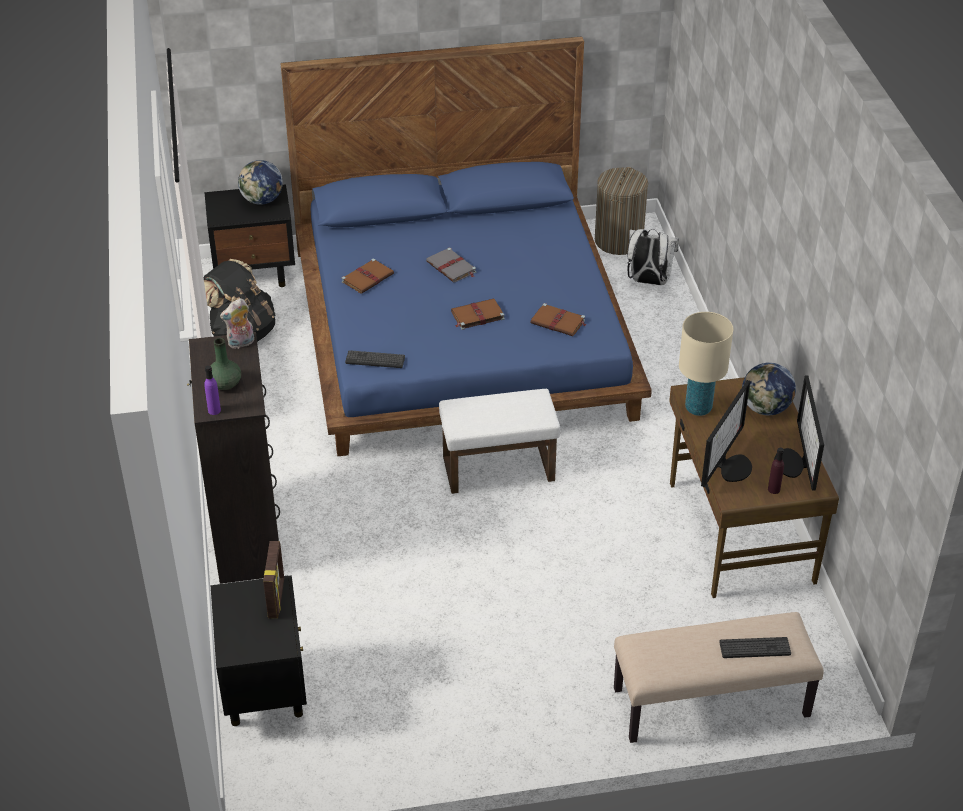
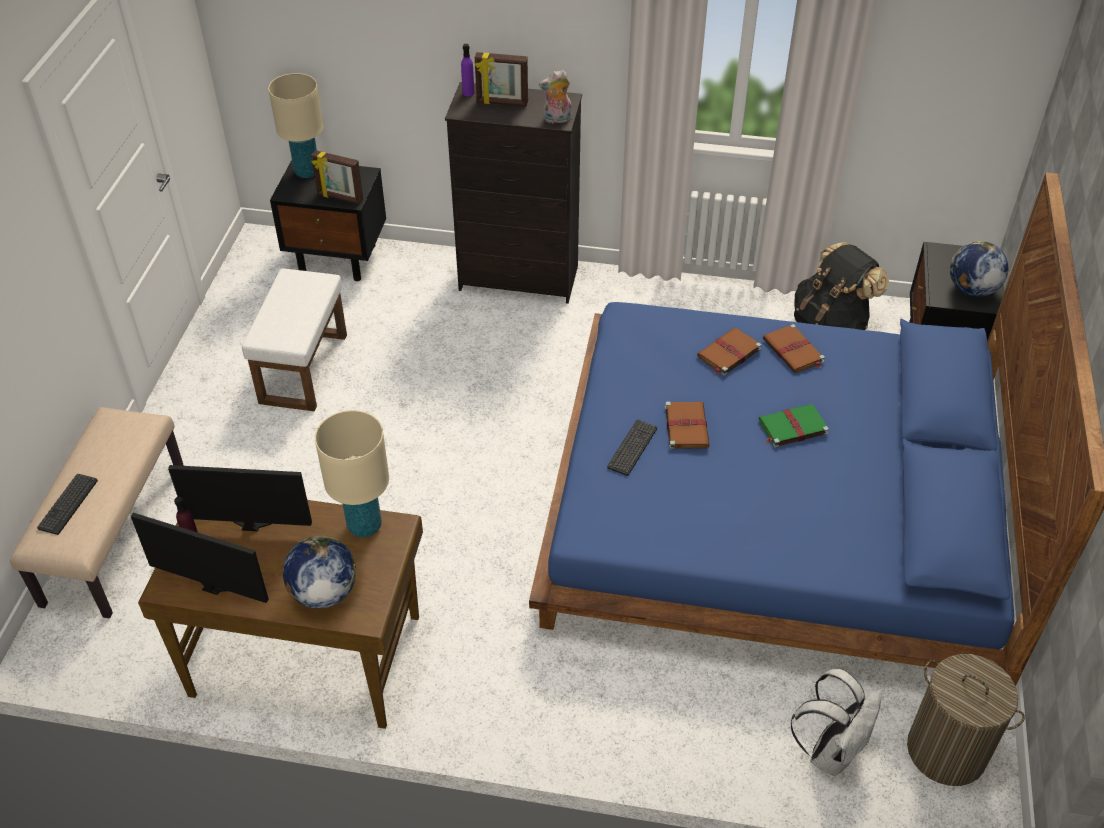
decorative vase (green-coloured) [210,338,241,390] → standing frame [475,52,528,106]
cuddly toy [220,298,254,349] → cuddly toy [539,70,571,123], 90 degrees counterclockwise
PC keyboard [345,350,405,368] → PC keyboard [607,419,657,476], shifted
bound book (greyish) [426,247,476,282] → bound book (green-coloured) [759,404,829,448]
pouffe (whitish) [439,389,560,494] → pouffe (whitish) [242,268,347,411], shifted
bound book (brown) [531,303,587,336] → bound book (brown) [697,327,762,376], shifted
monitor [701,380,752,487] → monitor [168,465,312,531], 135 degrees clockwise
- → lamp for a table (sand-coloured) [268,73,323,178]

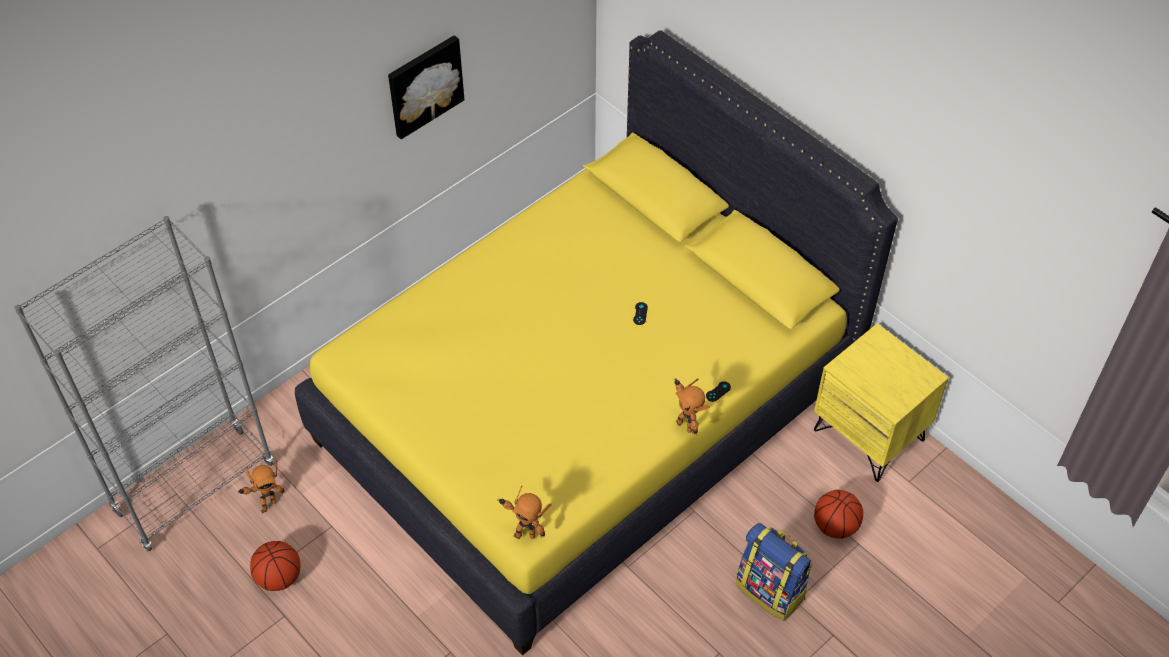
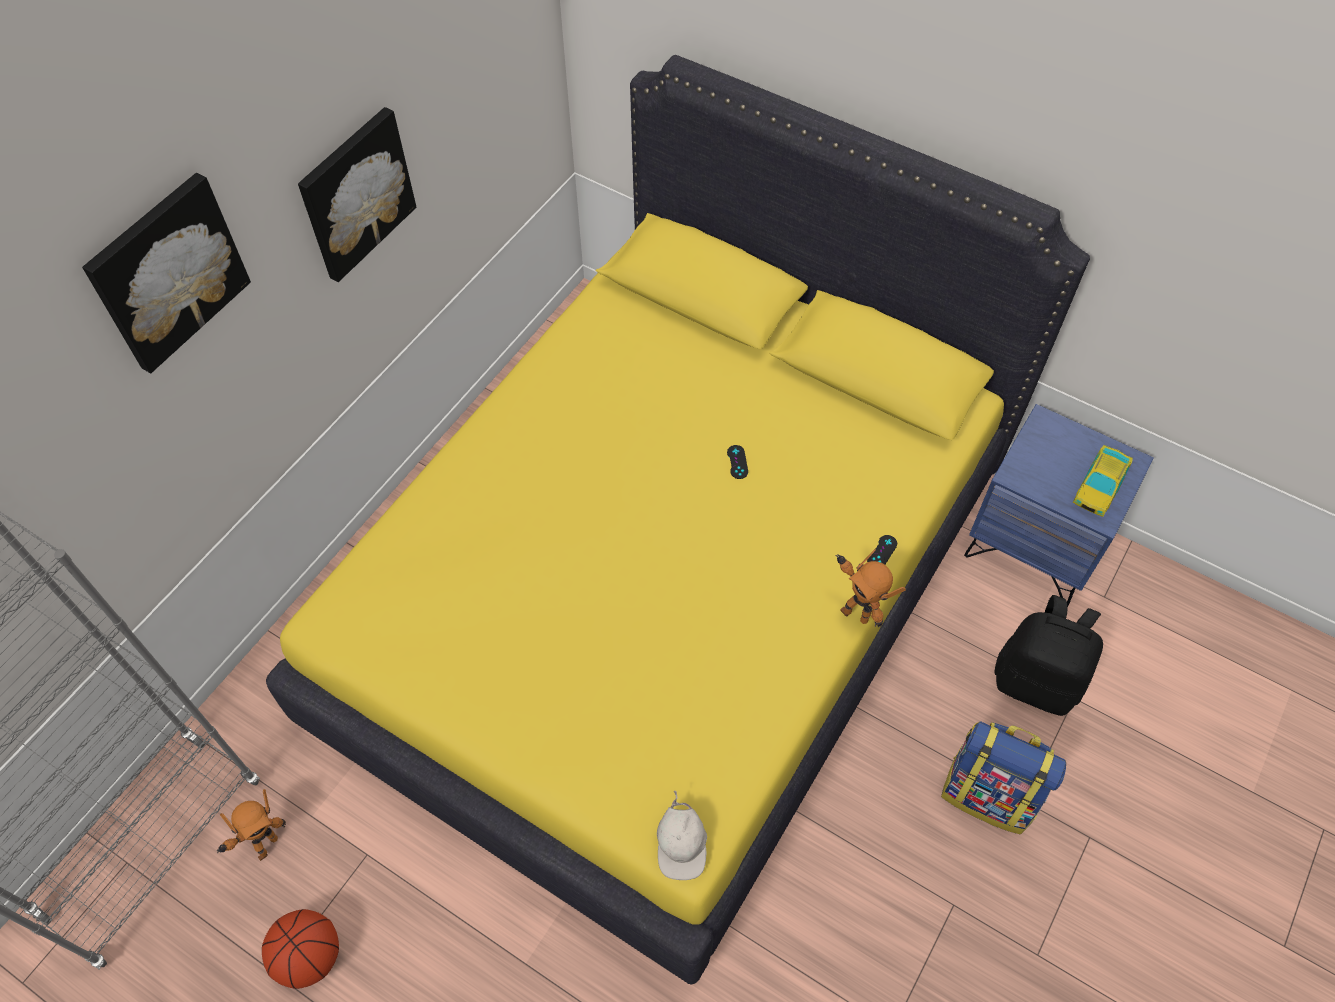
model robot [498,486,552,539] → cap (whitish) [657,791,707,880]
night table (yellow) [814,323,949,482] → night table (blue) [964,404,1154,607]
basketball ball [814,490,863,539] → backpack (black) [995,595,1103,716]
- → wall picture [82,173,251,374]
- → miniature car [1073,445,1133,517]

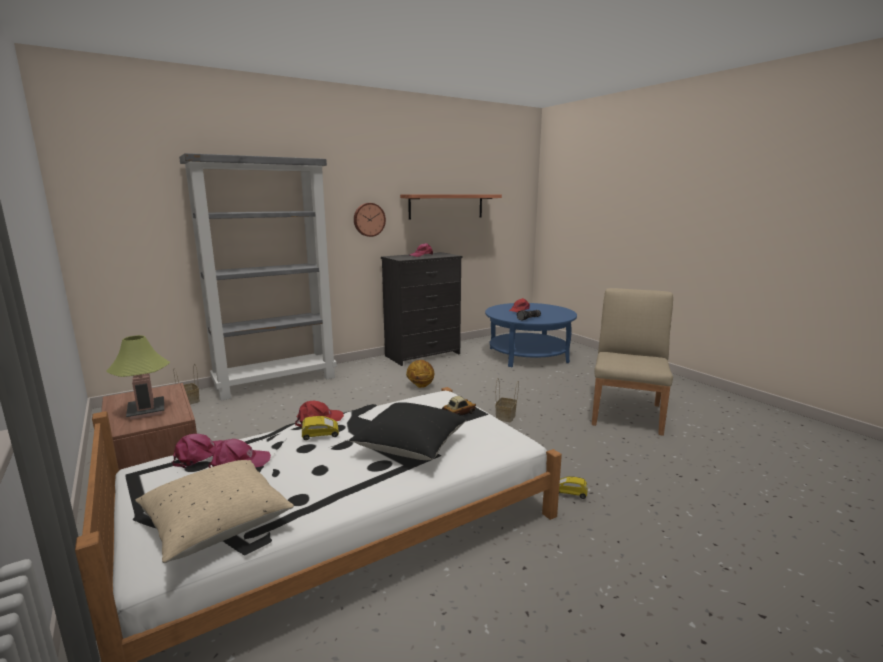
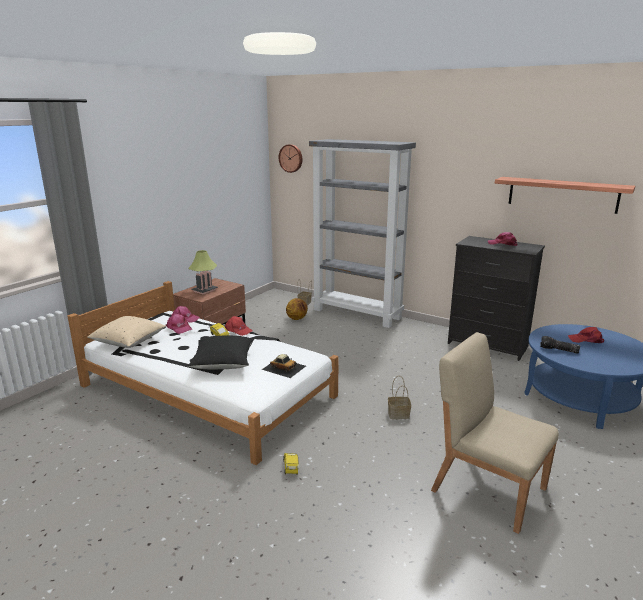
wall clock [354,203,386,237] → wall clock [279,144,302,173], shifted
basketball ball [406,360,434,388] → basketball ball [286,298,308,320], shifted
upright chair (sand-coloured) [592,288,673,436] → upright chair (sand-coloured) [431,332,559,534], 135 degrees counterclockwise

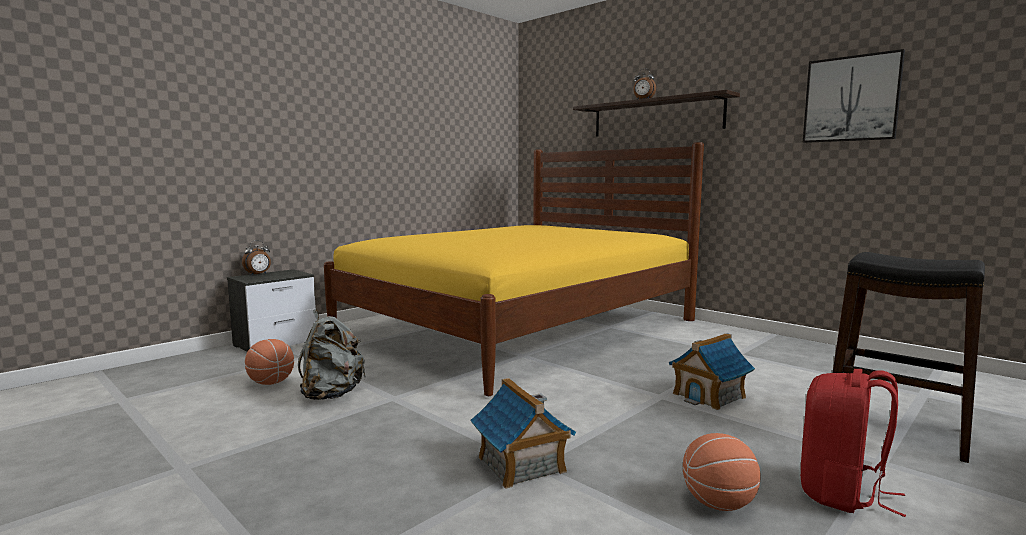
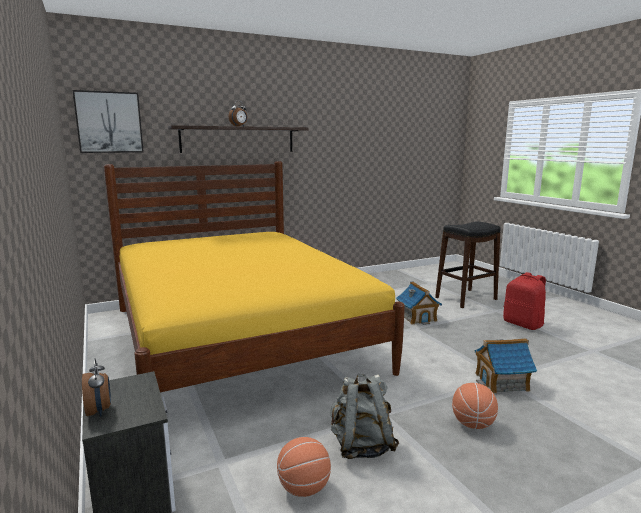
basketball ball [683,433,761,511] → basketball ball [452,383,498,429], shifted
wall picture [803,49,905,143] → wall picture [73,90,144,153], shifted

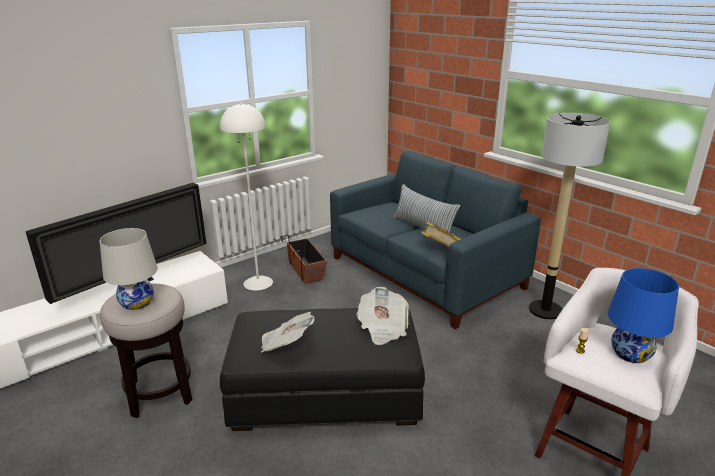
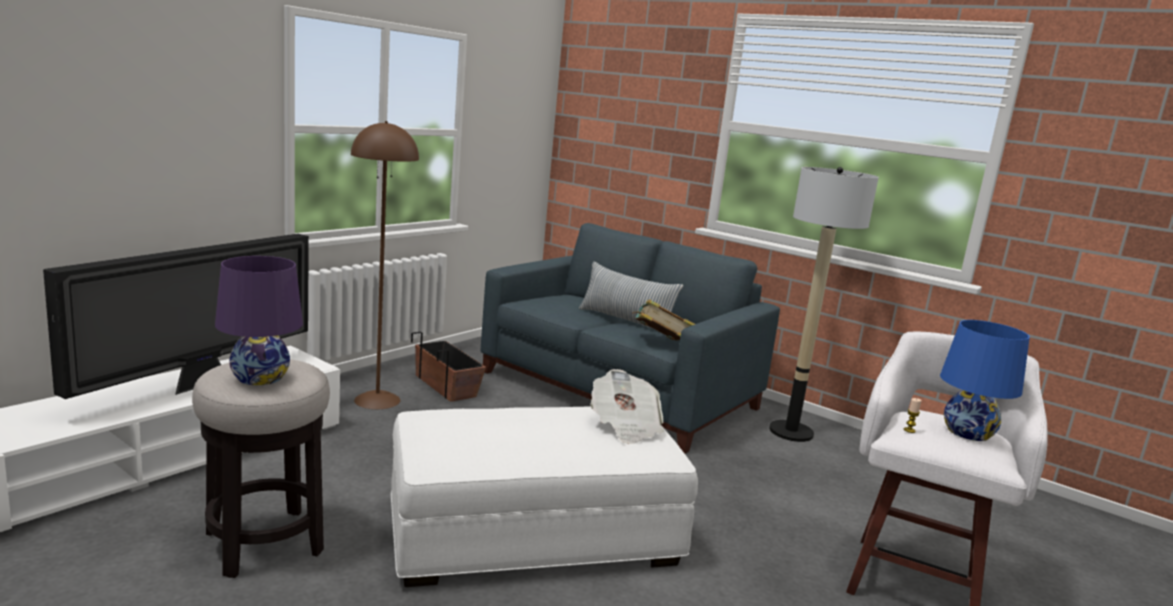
lamp for a table (whitish) [99,228,158,310] → lamp for a table (purple) [215,256,303,385]
standing lamp (whitish) [220,103,273,291] → standing lamp (brown) [351,121,419,409]
pouffe (black) [220,308,425,431] → pouffe (whitish) [391,406,698,587]
printed paper [261,312,315,353] → -

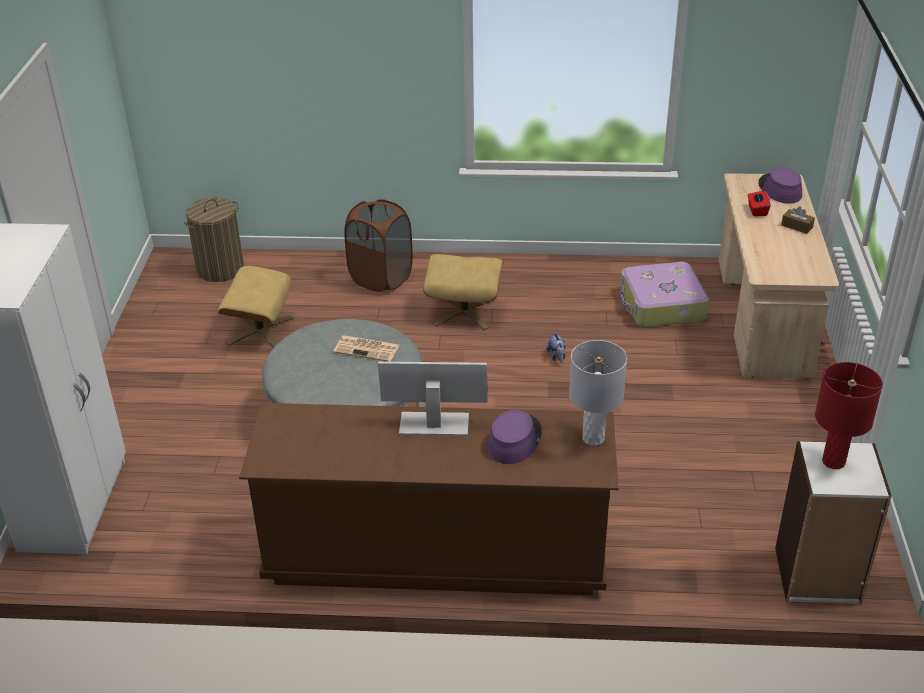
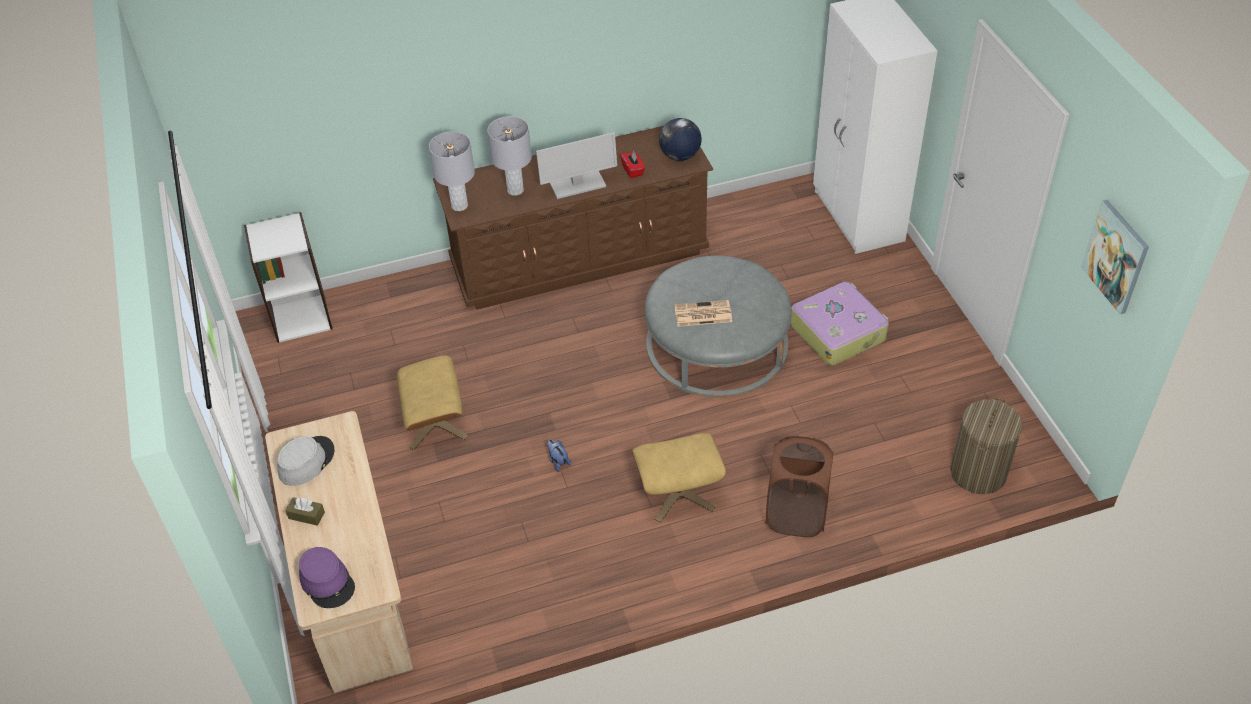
pouffe (sand-coloured) [218,266,294,347] → pouffe (sand-coloured) [397,355,468,450], shifted
hat (purple) [487,410,542,464] → lamp for a table (greyish) [488,116,532,195]
travel case [620,262,709,327] → travel case [790,282,889,365], shifted
tissue box (reddish) [748,191,771,216] → tissue box (reddish) [620,150,645,178], shifted
lamp for a table (reddish) [815,362,883,469] → -
- → hat (greyish) [278,436,334,486]
- → globe [659,118,702,161]
- → wall picture [1081,200,1149,314]

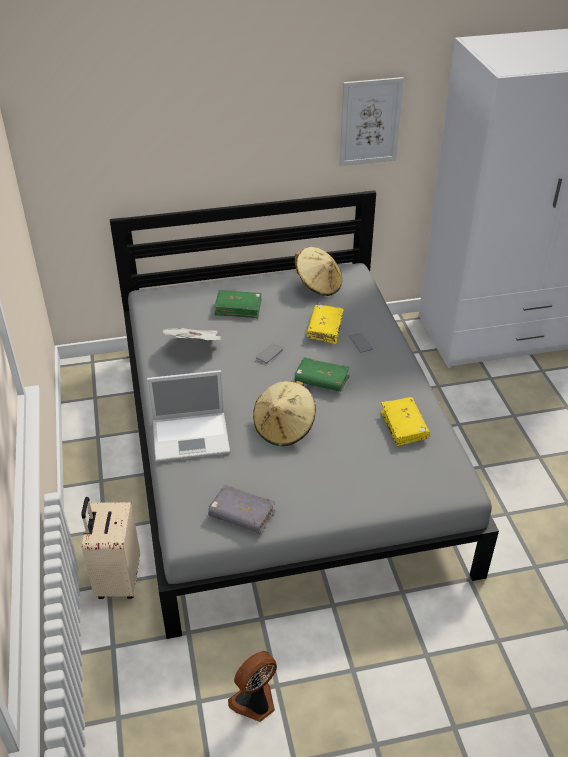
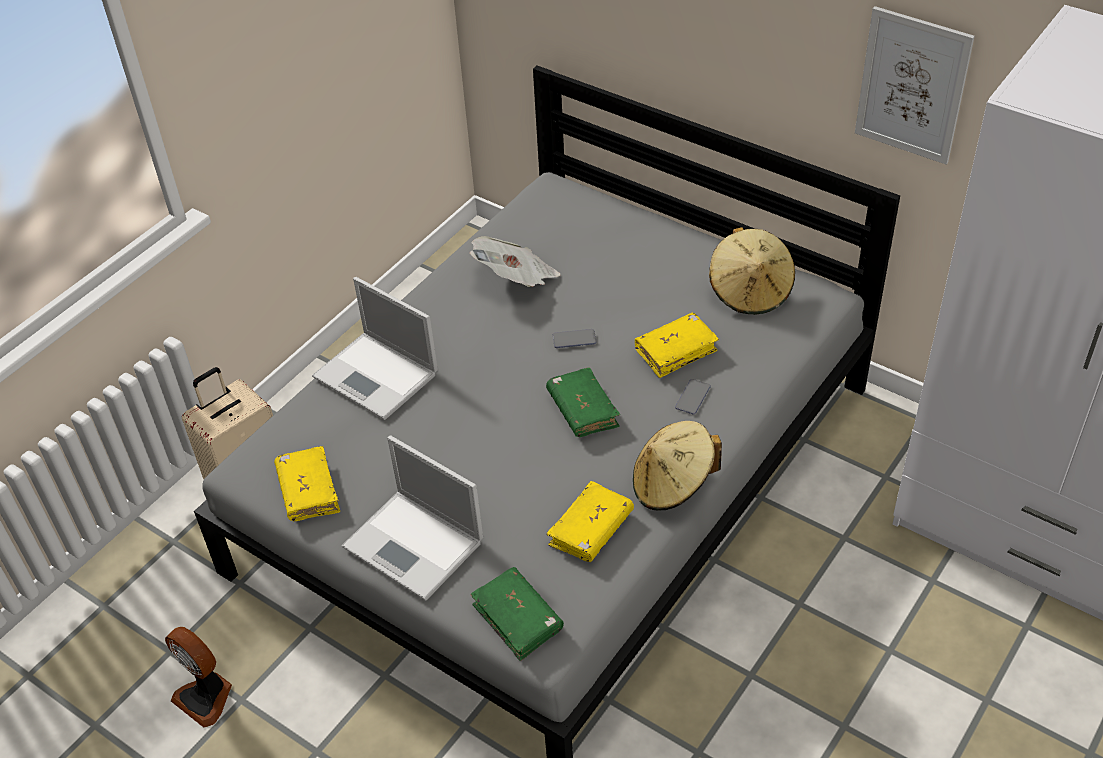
bound book (greyish) [208,485,276,534] → bound book (yellow) [274,446,340,521]
bound book (green-coloured) [214,290,261,318] → bound book (green-coloured) [471,567,564,661], shifted
electric fan [228,651,277,722] → electric fan [165,627,232,728], 150 degrees counterclockwise
hat (sand-coloured) [253,381,316,447] → hat (sand-coloured) [633,421,722,510], shifted
- → portable computer [342,435,483,600]

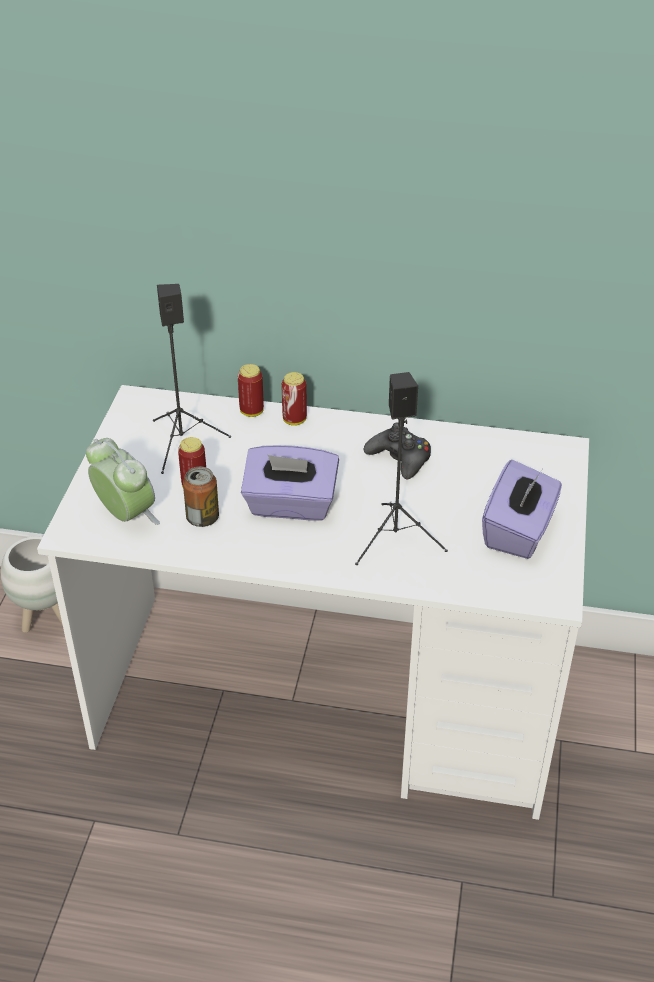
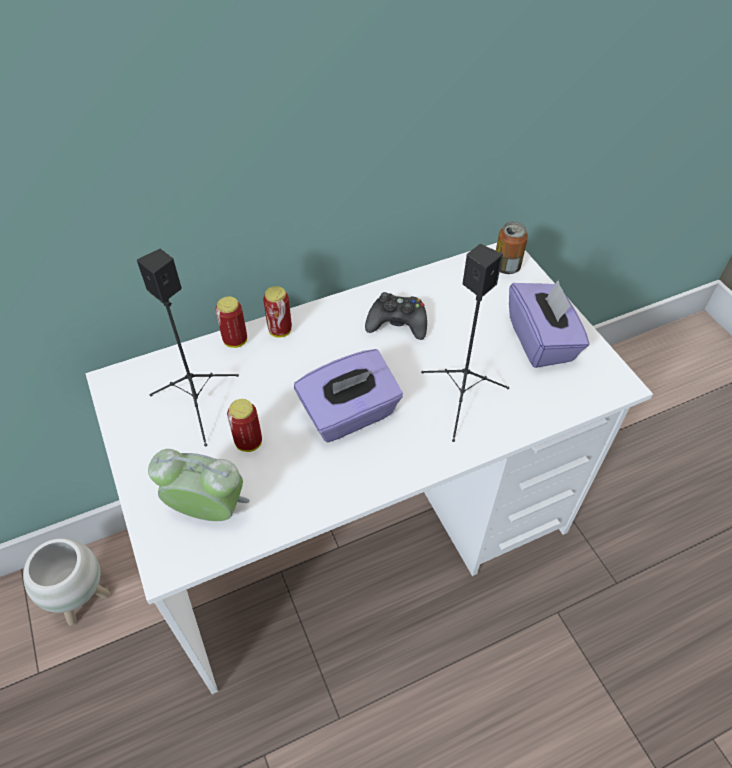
metal can [183,467,219,527] → metal can [496,222,528,274], shifted

